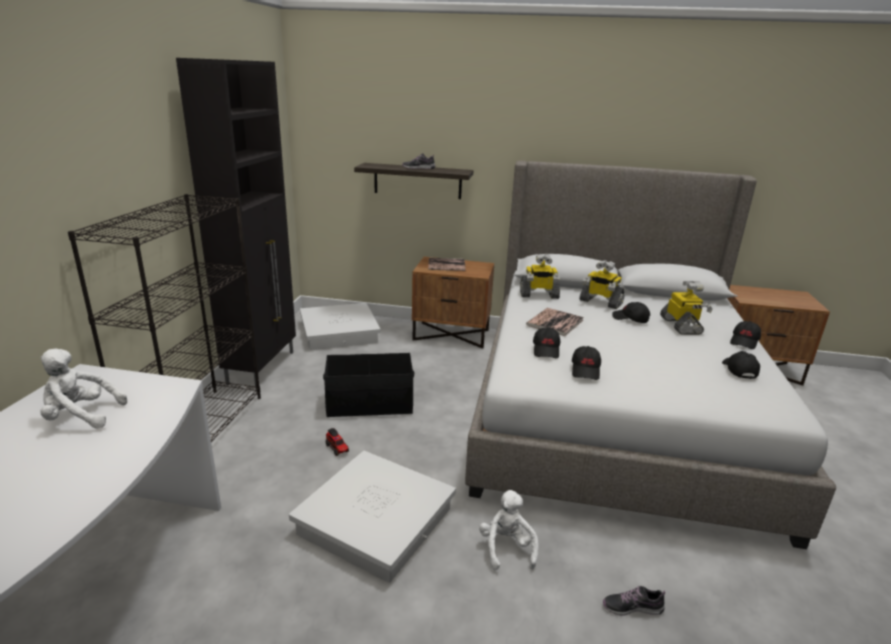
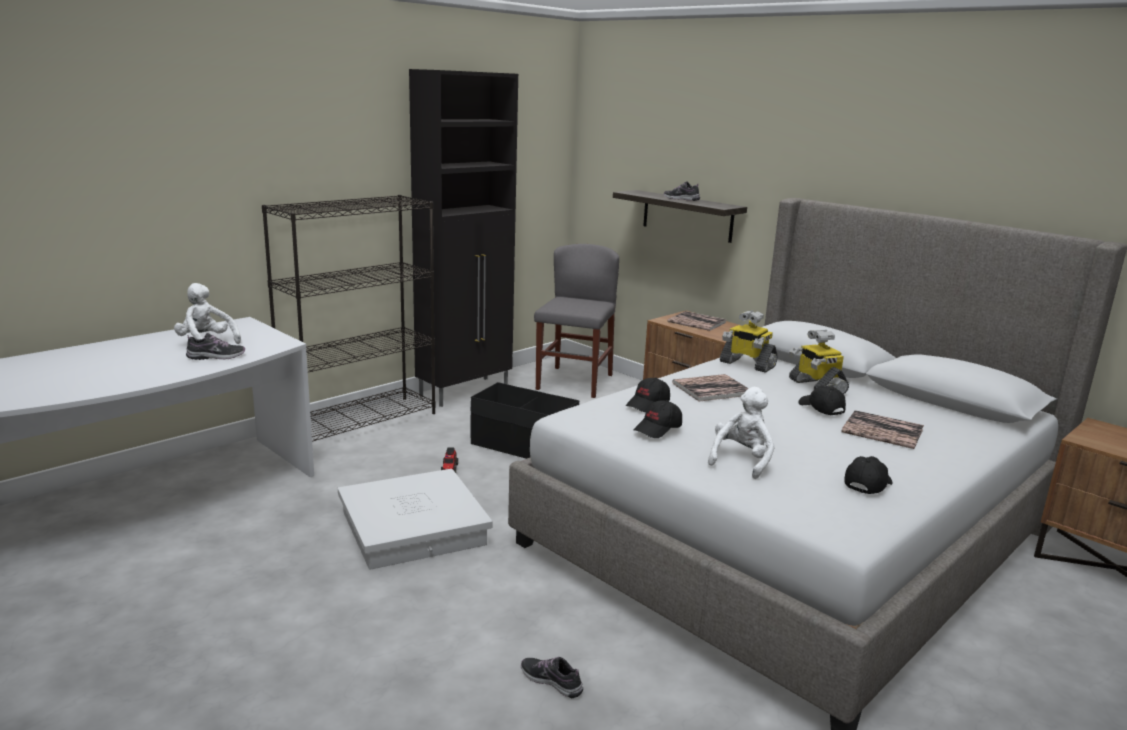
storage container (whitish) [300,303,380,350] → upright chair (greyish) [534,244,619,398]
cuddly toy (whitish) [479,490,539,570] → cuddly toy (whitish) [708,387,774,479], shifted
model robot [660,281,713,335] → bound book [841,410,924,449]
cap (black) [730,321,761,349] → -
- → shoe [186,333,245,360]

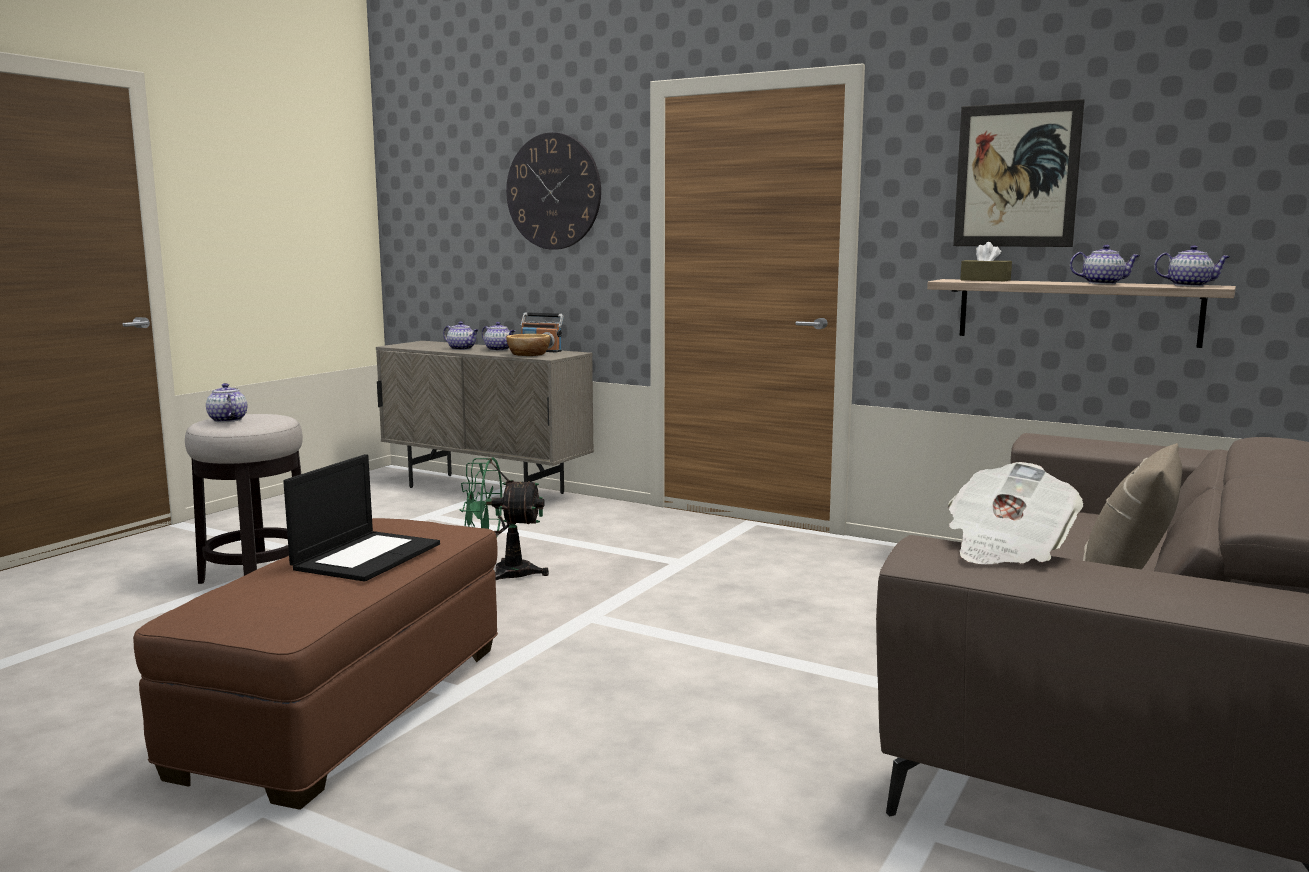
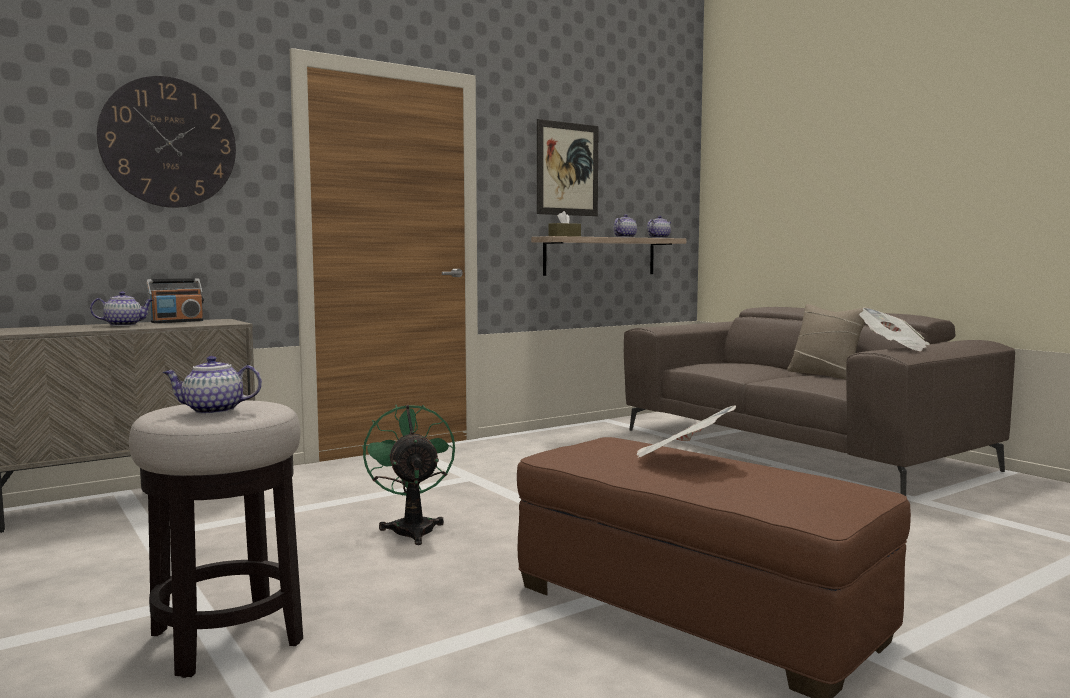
portable computer [283,454,440,582] → printed paper [637,405,736,458]
teapot [443,321,479,350] → -
electric fan (green-coloured) [460,457,549,580] → electric fan (green-coloured) [362,404,455,545], 135 degrees clockwise
bowl [506,334,550,356] → -

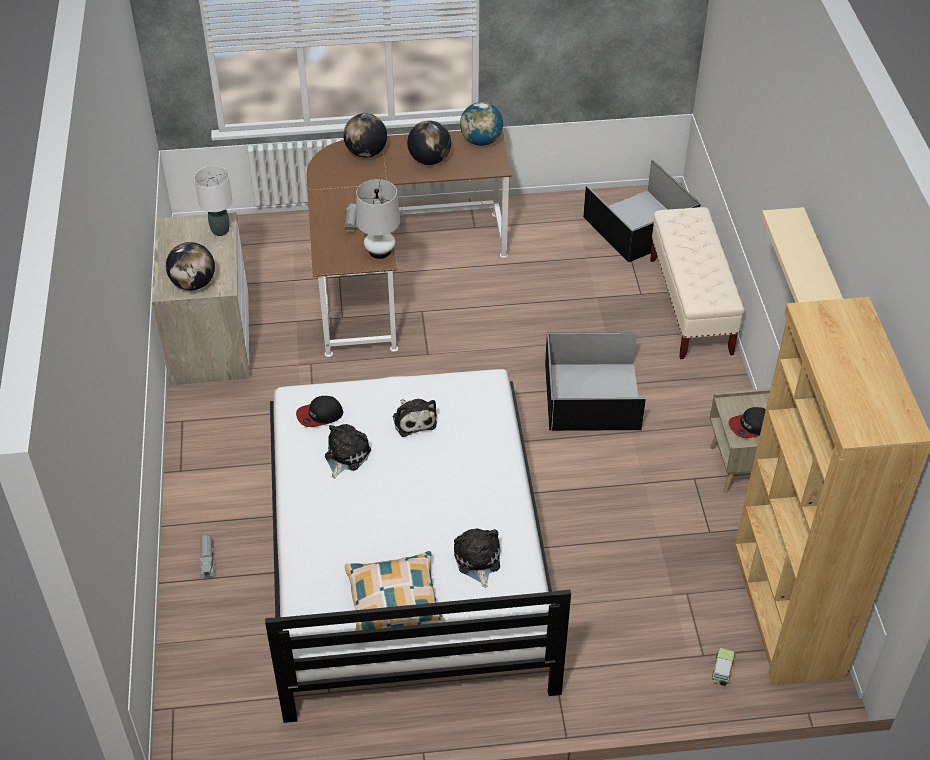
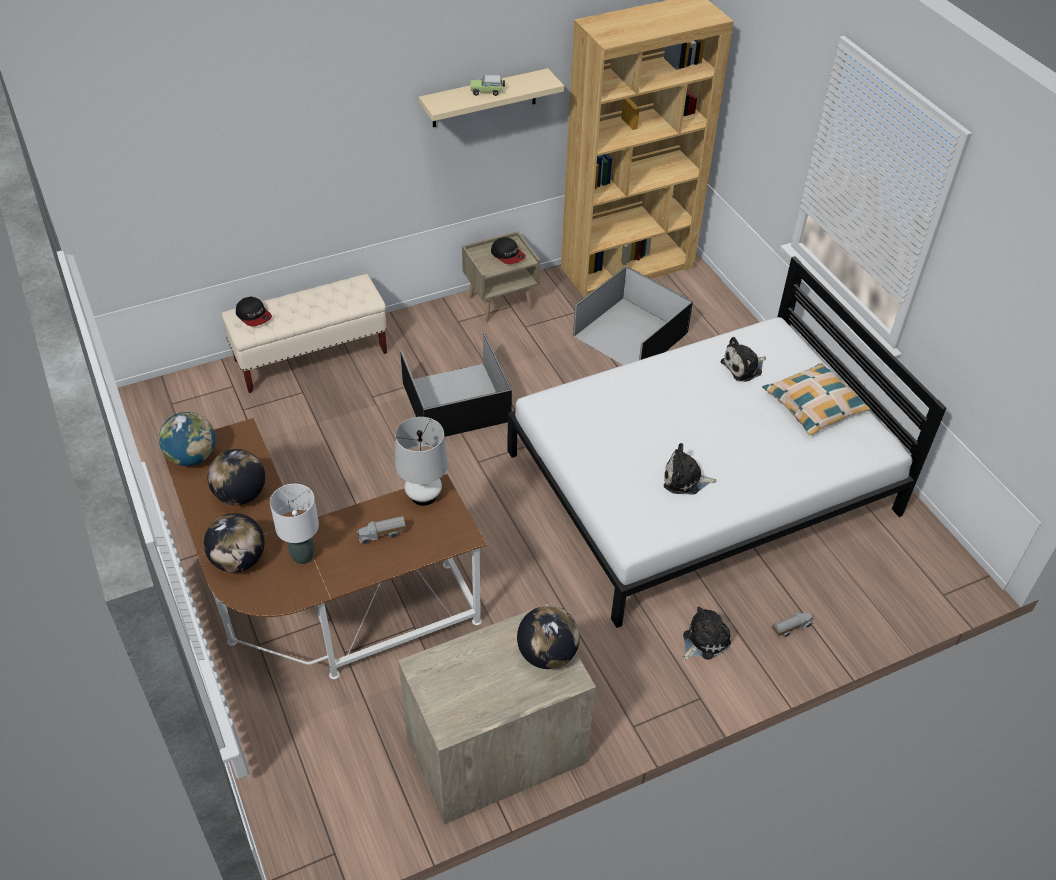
lamp for a table (whitish) [194,166,233,236] → lamp for a table (whitish) [270,484,319,564], shifted
cap [296,396,343,427] → cap [236,297,272,327], shifted
cuddly toy [393,399,437,437] → cuddly toy [683,607,731,660], shifted
storage container (black) [583,160,701,262] → storage container (black) [573,266,693,365], shifted
miniature car [711,648,735,686] → miniature car [470,75,505,96], shifted

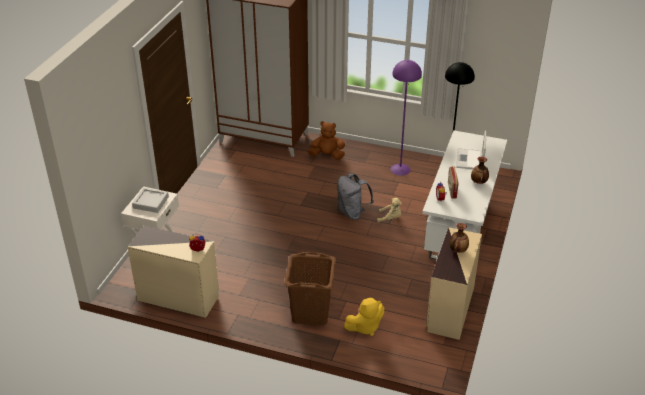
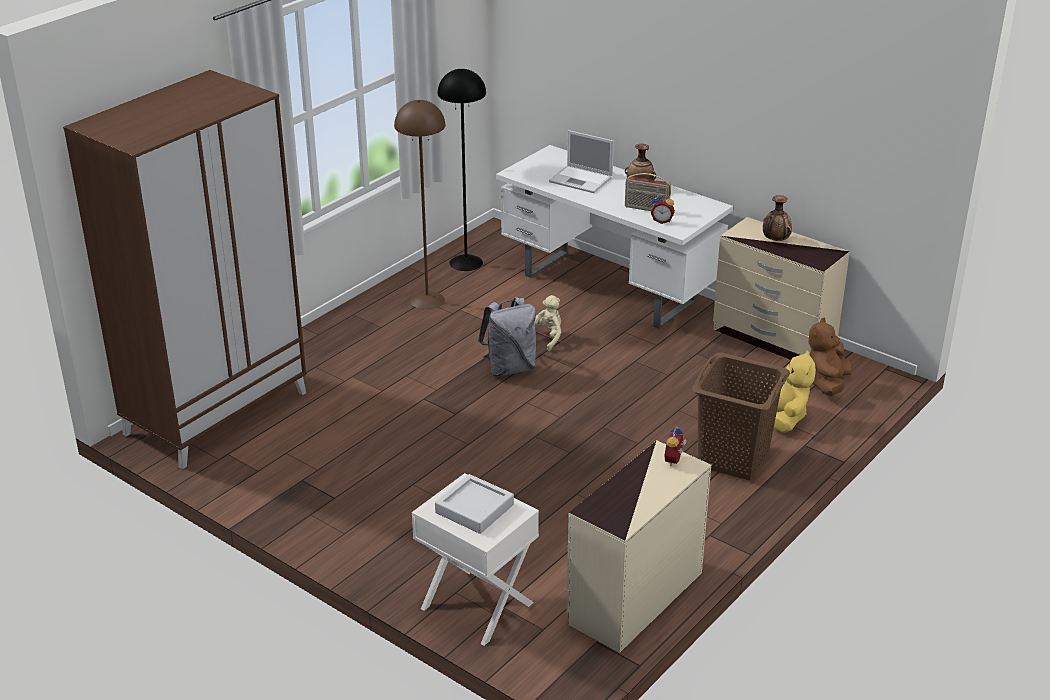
cuddly toy (brown) [308,121,345,160] → cuddly toy (brown) [808,318,852,396], shifted
standing lamp (purple) [391,60,422,175] → standing lamp (brown) [394,100,445,309]

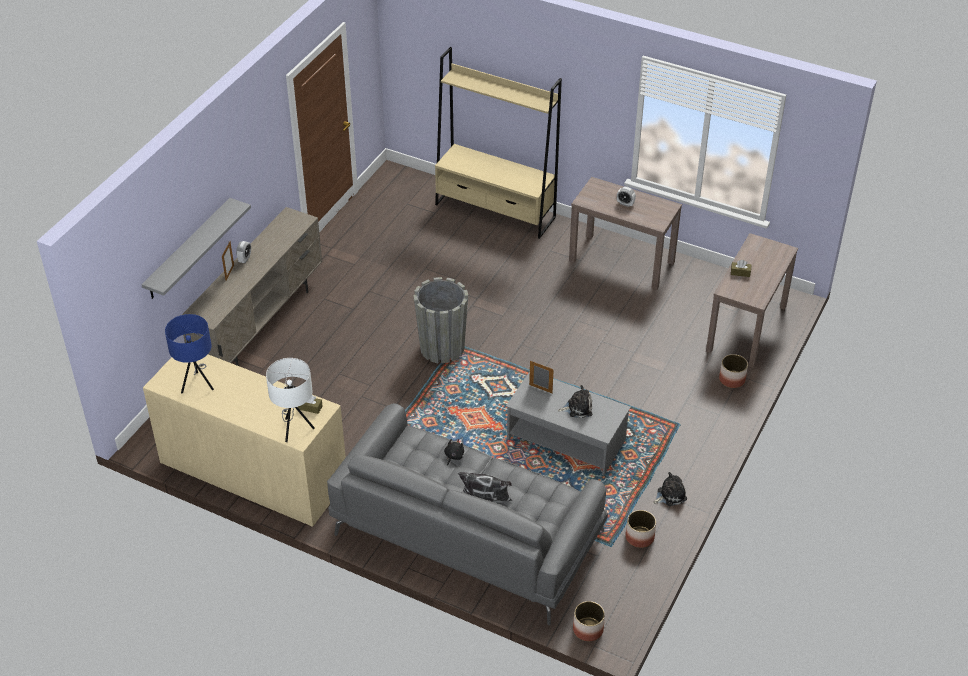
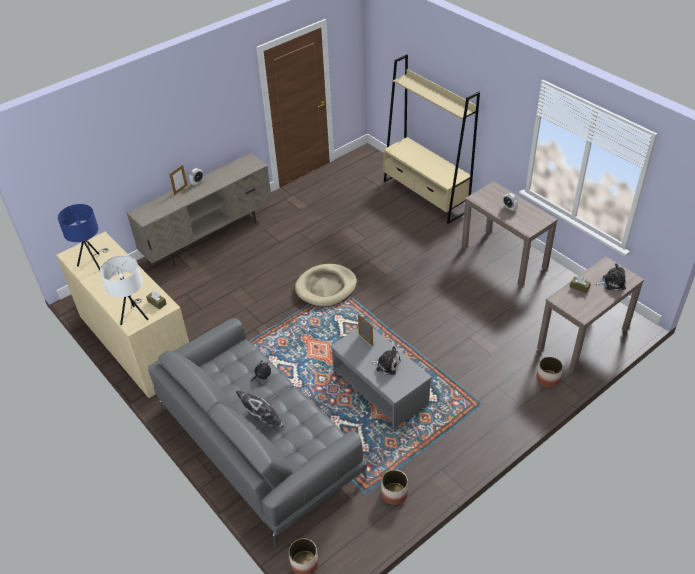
wall shelf (greyish) [141,198,251,299] → -
planter (greyish) [413,277,468,363] → dog bed (sand-coloured) [295,264,357,307]
cuddly toy [653,472,687,506] → cuddly toy [595,263,626,291], shifted

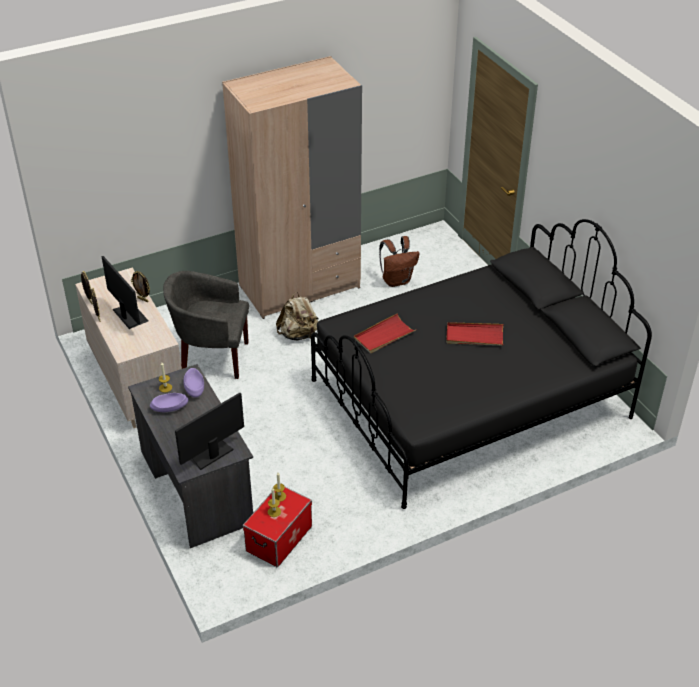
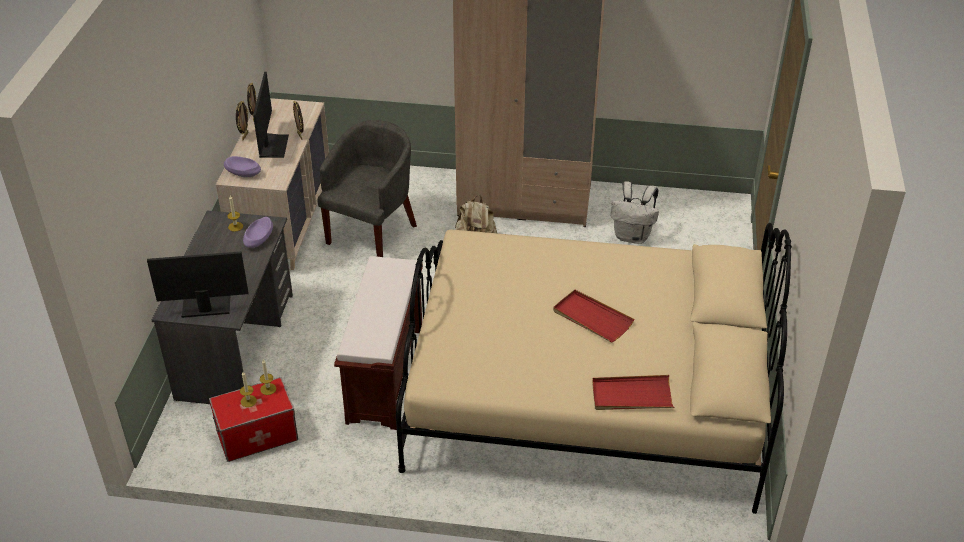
bowl (purple) [150,393,188,413] → bowl (purple) [224,156,261,178], shifted
lounge chair (greyish) [163,271,249,379] → lounge chair (greyish) [318,120,417,257], 75 degrees clockwise
bedroom bed (black) [311,219,652,509] → bedroom bed (sand-coloured) [396,223,792,514]
tray (reddish) [354,313,416,353] → tray (reddish) [592,375,674,410], shifted
backpack (brown) [379,236,419,287] → backpack (whitish) [610,181,659,244]
- → long seat (brown) [334,256,423,430]

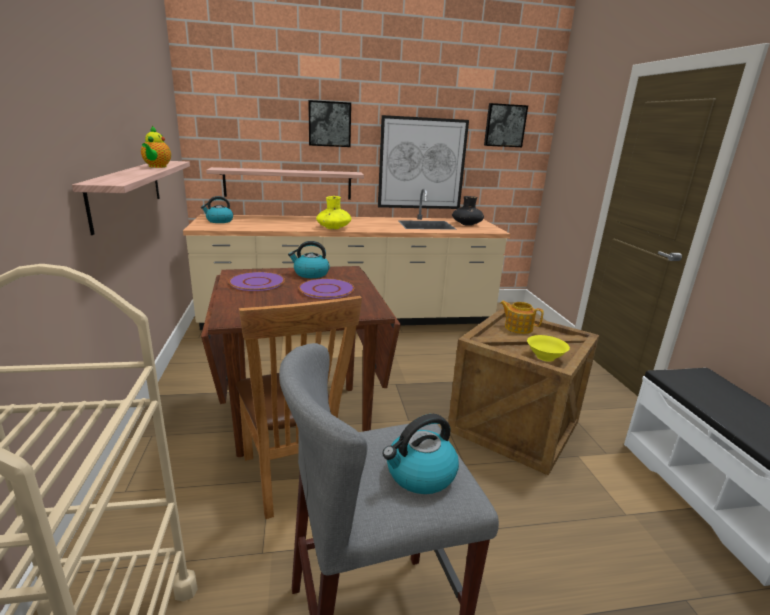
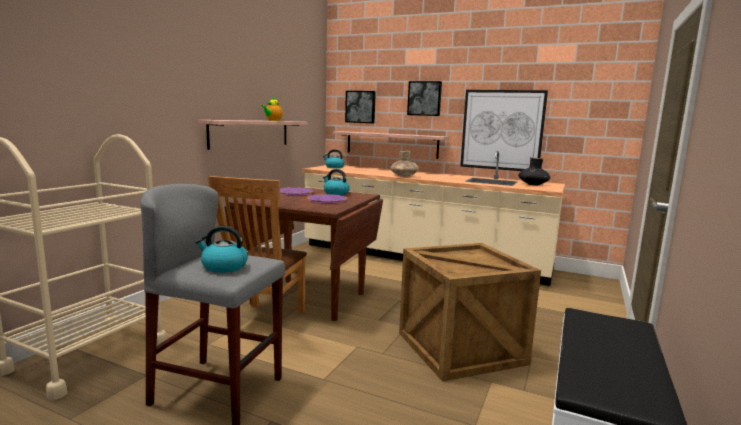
decorative vase (yellow) [316,196,351,229] → decorative vase (brown) [390,151,419,177]
wall picture [484,103,528,147] → wall picture [345,91,376,123], shifted
teapot [500,301,544,334] → -
bowl (yellow) [527,335,570,362] → -

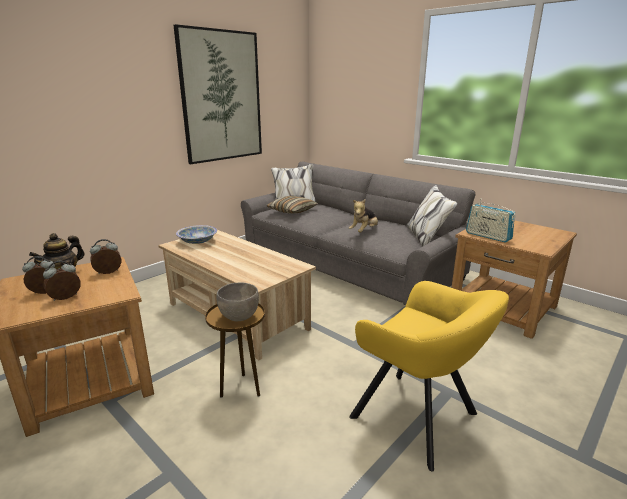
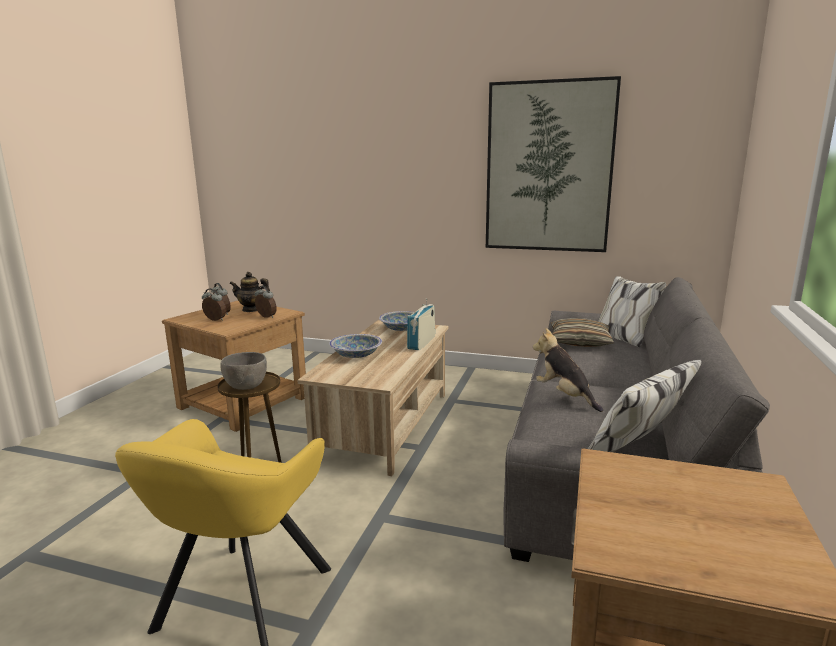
cuddly toy [349,199,378,232] → cuddly toy [533,328,603,412], 45 degrees clockwise
radio [466,201,516,242] → radio [407,299,435,350], shifted
- → bowl [329,334,382,358]

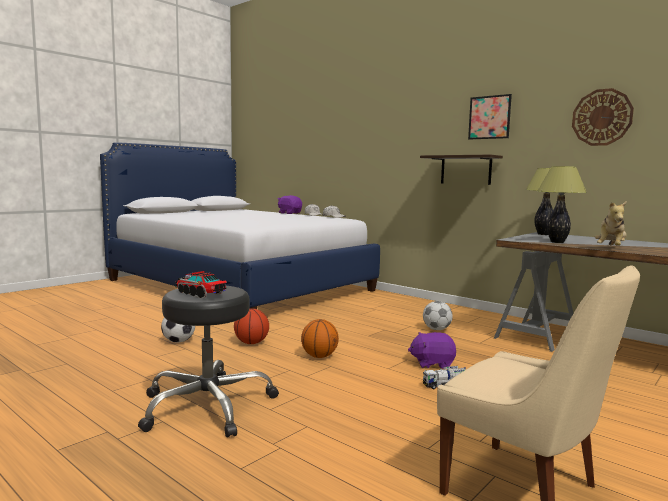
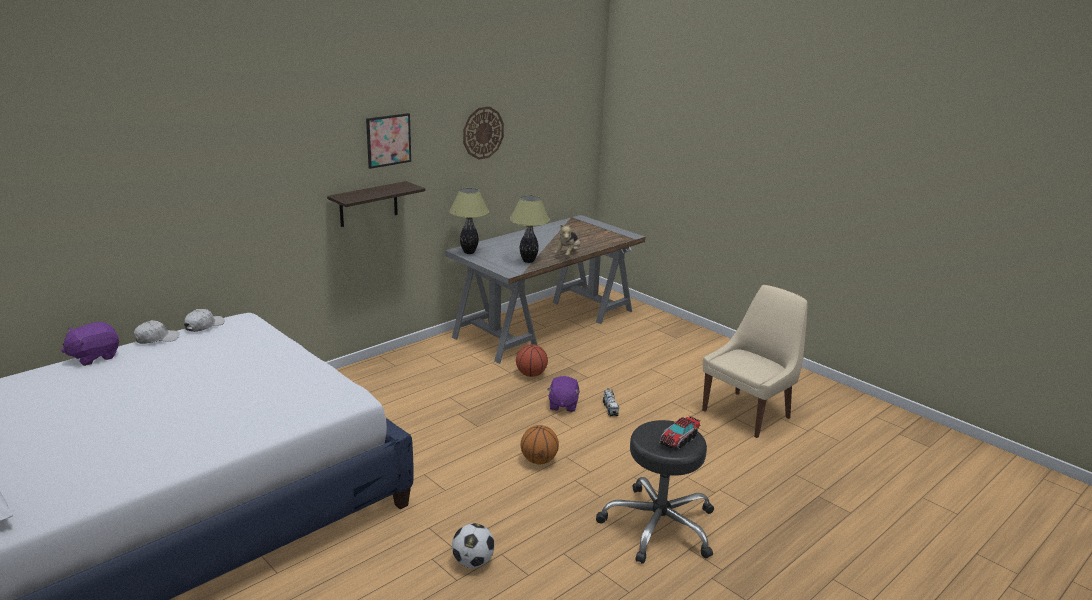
basketball ball [234,308,269,344] → basketball ball [516,344,548,377], shifted
ball for football [423,301,453,330] → -
cuddly toy [595,201,627,246] → cuddly toy [554,224,580,256], 75 degrees clockwise

